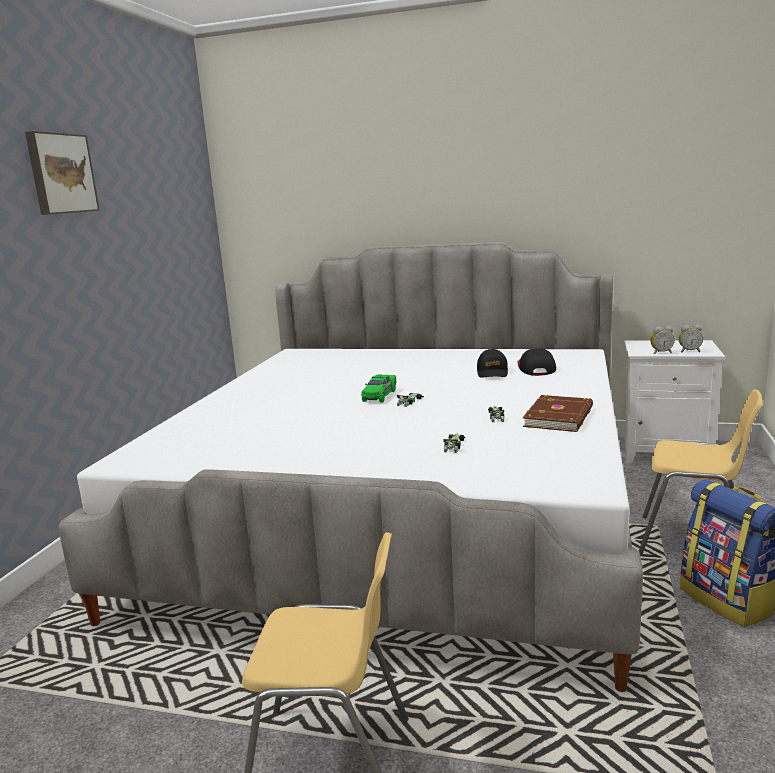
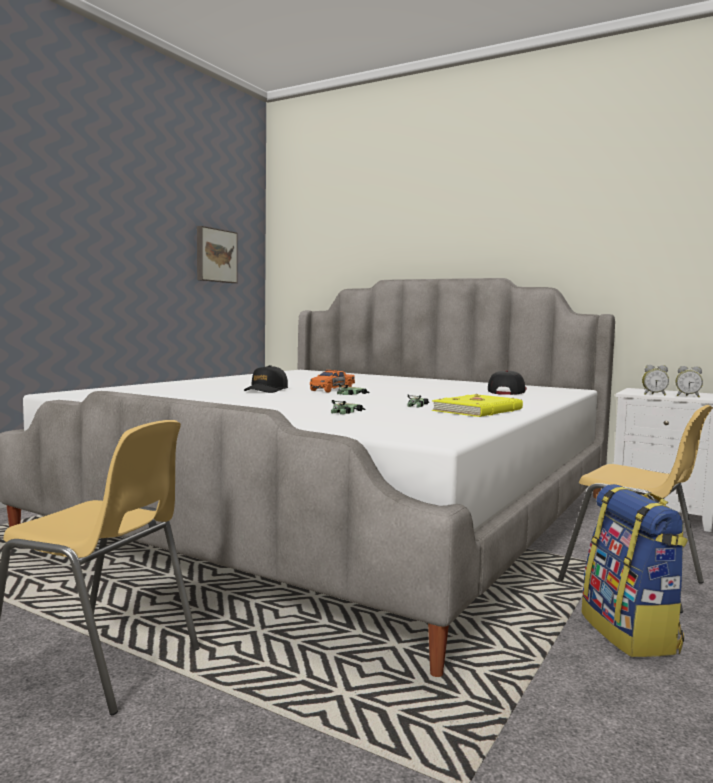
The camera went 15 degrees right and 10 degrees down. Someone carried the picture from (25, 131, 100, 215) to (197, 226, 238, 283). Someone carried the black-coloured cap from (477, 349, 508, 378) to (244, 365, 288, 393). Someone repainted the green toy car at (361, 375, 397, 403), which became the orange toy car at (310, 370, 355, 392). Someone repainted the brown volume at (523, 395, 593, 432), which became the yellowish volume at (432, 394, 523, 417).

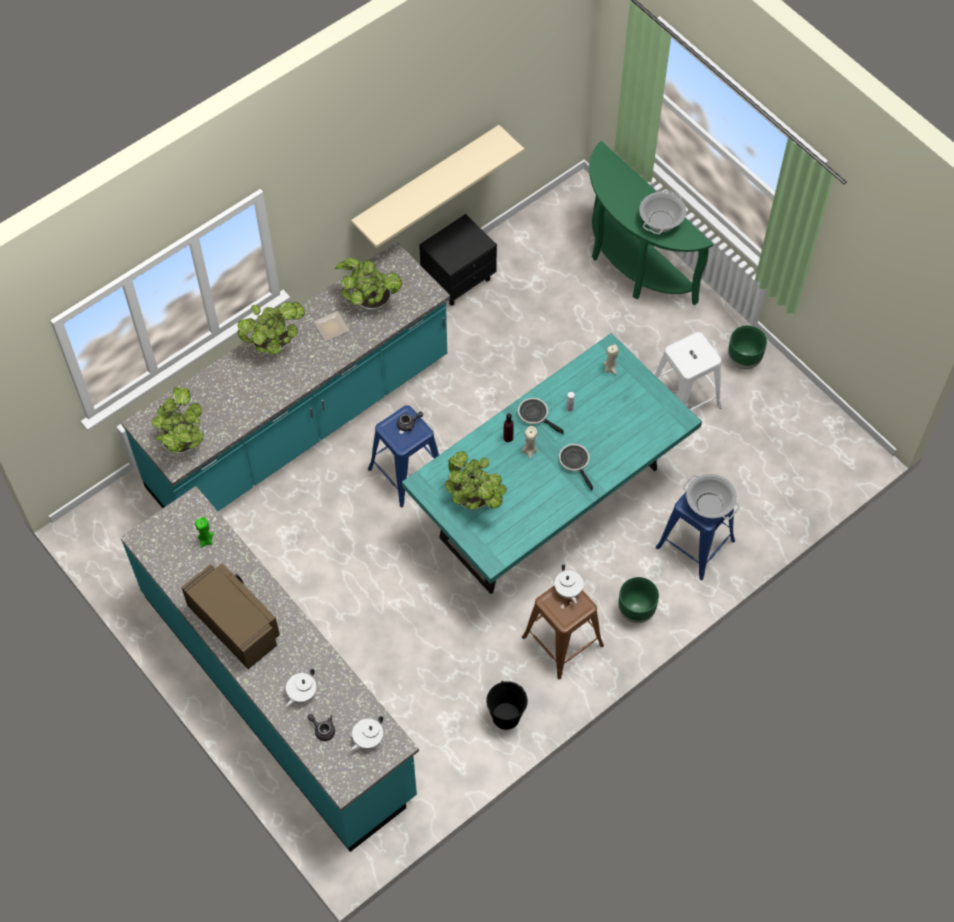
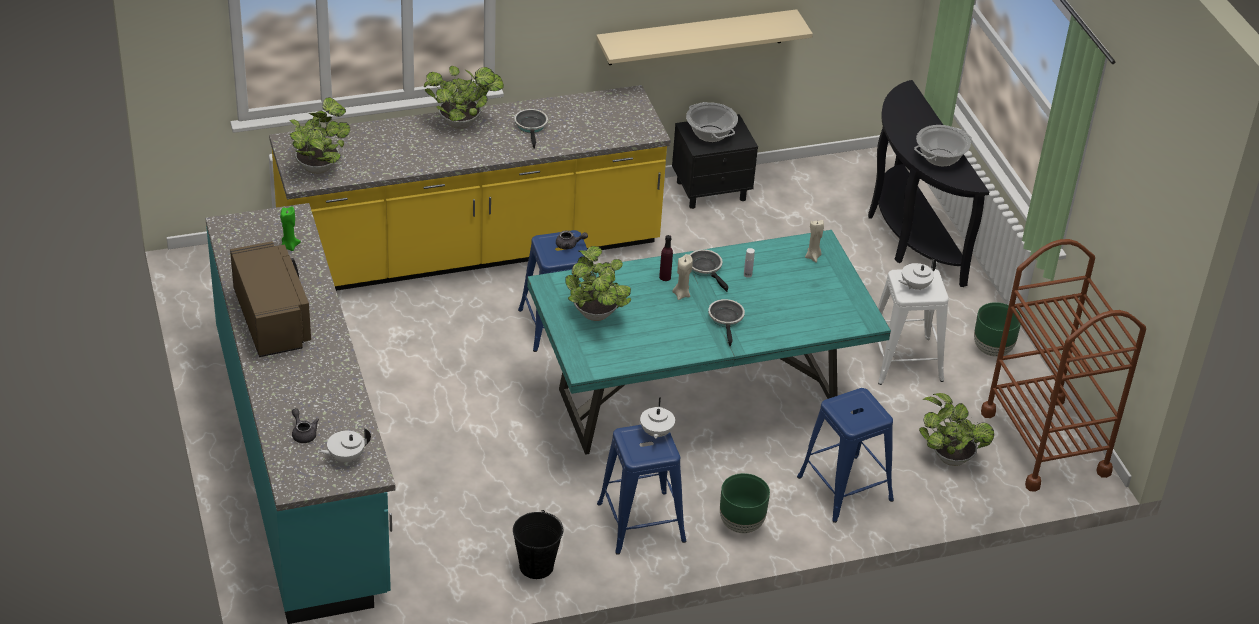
The camera went 20 degrees right and 20 degrees down. Someone put down the brown wheeled cart at (981, 239, 1146, 492). Someone carried the white-coloured teapot from (286, 669, 316, 706) to (898, 259, 936, 291). Someone carried the houseplant from (335, 257, 402, 310) to (919, 393, 994, 466). Someone carried the stockpot from (683, 474, 740, 520) to (686, 102, 738, 142). Someone swapped the plate at (314, 311, 350, 341) for the pan at (514, 109, 548, 149). Someone repainted the blue-green kitchen counter at (122, 242, 450, 511), which became the yellowish kitchen counter at (269, 85, 671, 291). Someone repainted the brown stool at (522, 585, 604, 679), which became the bluish stool at (597, 425, 686, 555). Someone repainted the green console table at (589, 141, 713, 305), which became the black-coloured console table at (868, 80, 989, 287).

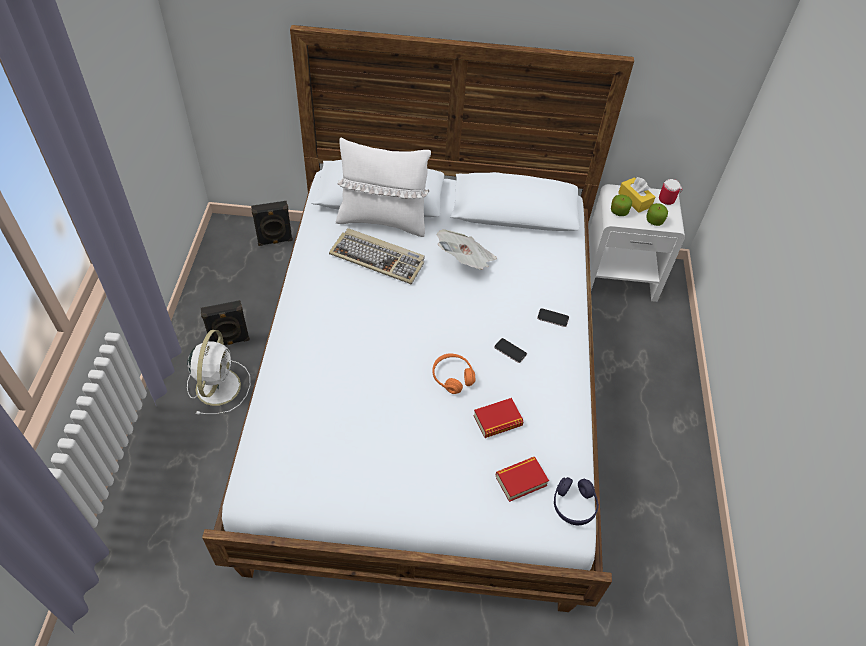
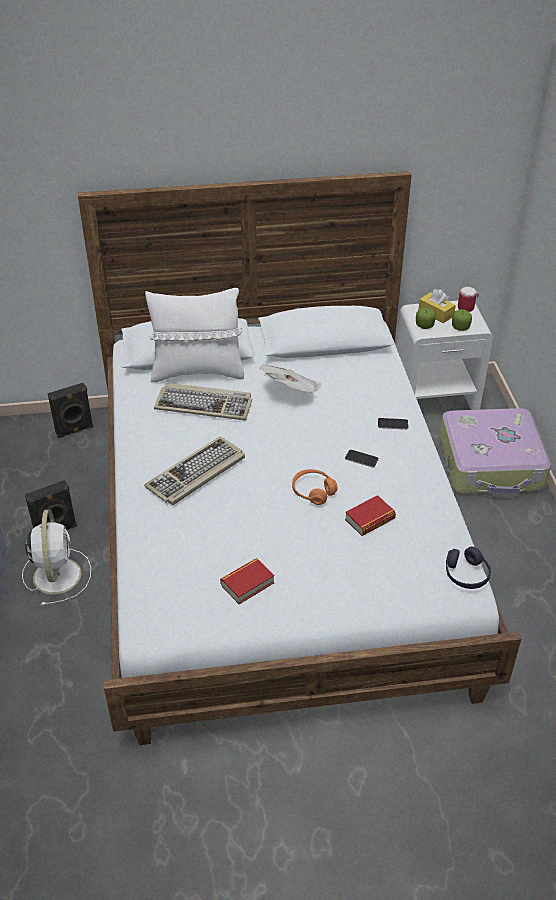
The camera went 10 degrees left and 10 degrees down. Someone put down the computer keyboard at (144, 436, 245, 505). Someone put down the travel case at (440, 408, 551, 494). Someone carried the volume from (495, 457, 549, 502) to (220, 558, 274, 604).

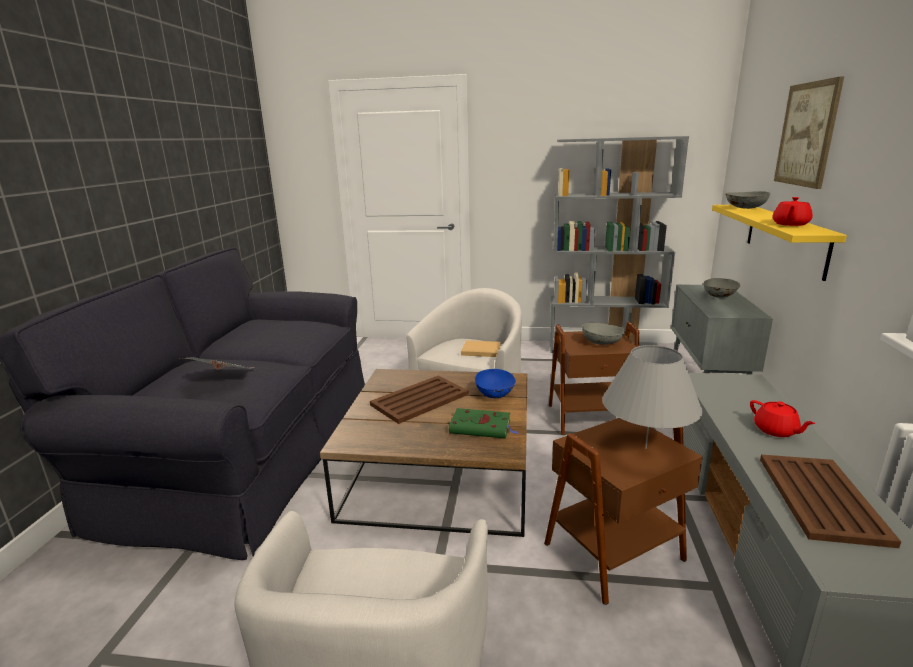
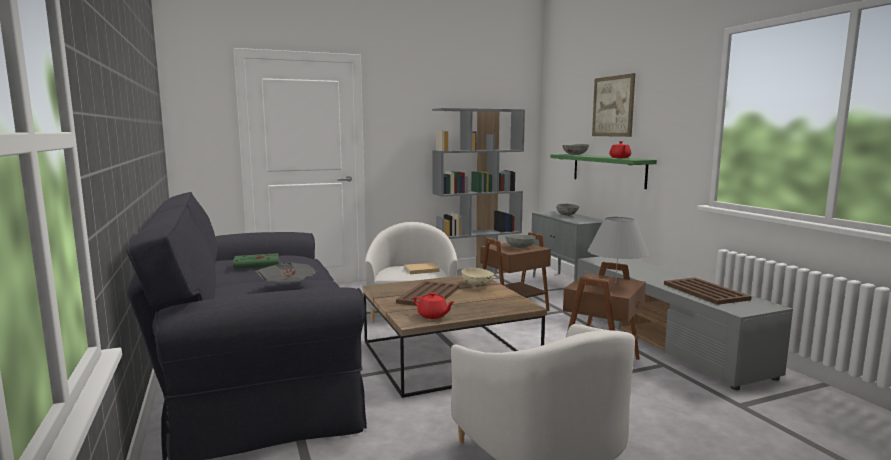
The camera went 30 degrees left and 10 degrees down. Someone carried the green volume from (449, 408, 519, 439) to (233, 253, 282, 269). Someone carried the reddish teapot from (750, 400, 815, 437) to (414, 292, 454, 319). Someone repainted the bluish serving bowl at (475, 369, 516, 398), which became the sand-coloured serving bowl at (462, 268, 494, 286). Someone repainted the yellowish shelf at (712, 205, 847, 281), which became the green shelf at (550, 154, 657, 189).

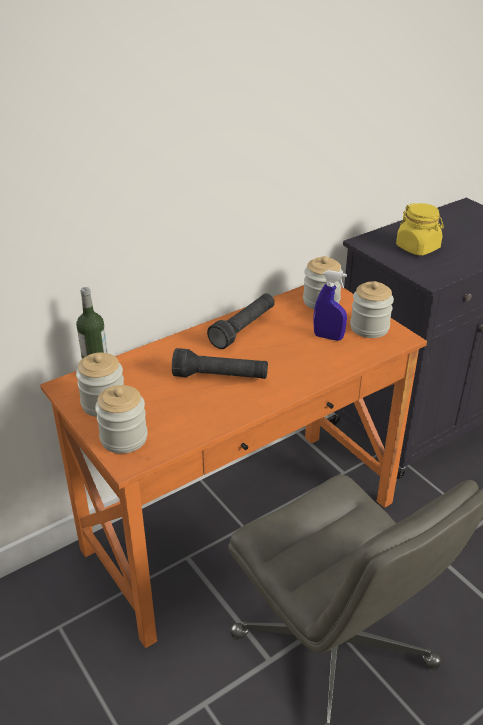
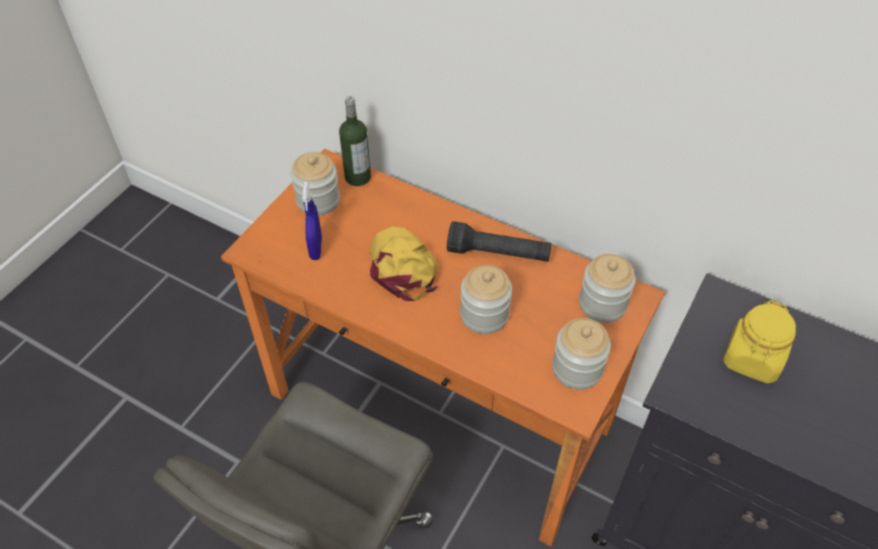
The camera went 65 degrees right and 15 degrees up. Someone carried the storage jar from (95, 385, 148, 454) to (460, 265, 512, 334). Someone carried the bluish spray bottle from (313, 270, 347, 341) to (302, 182, 322, 260). Someone swapped the black-coloured hand torch at (172, 348, 268, 379) for the yellowish cap at (370, 226, 438, 301).

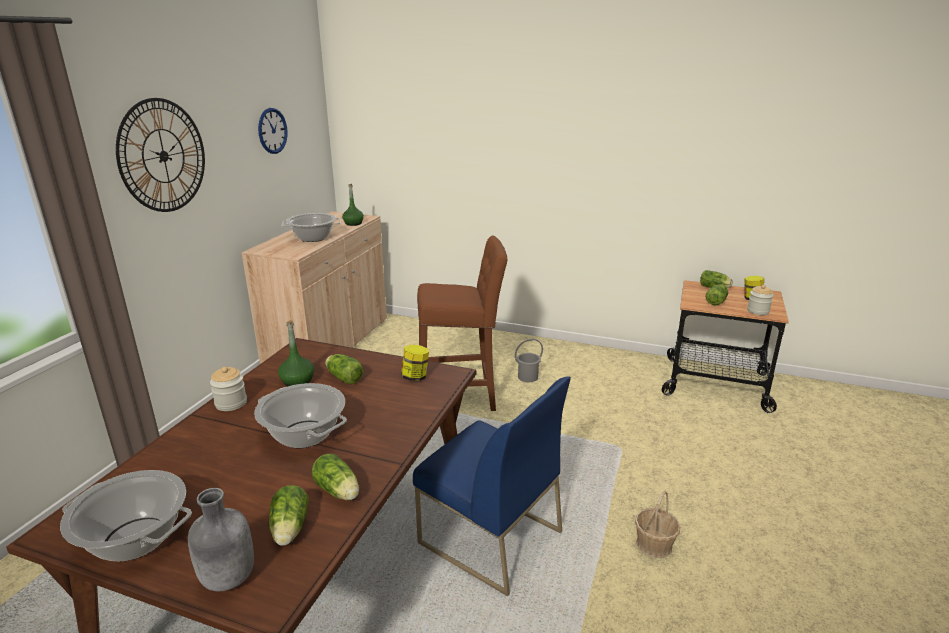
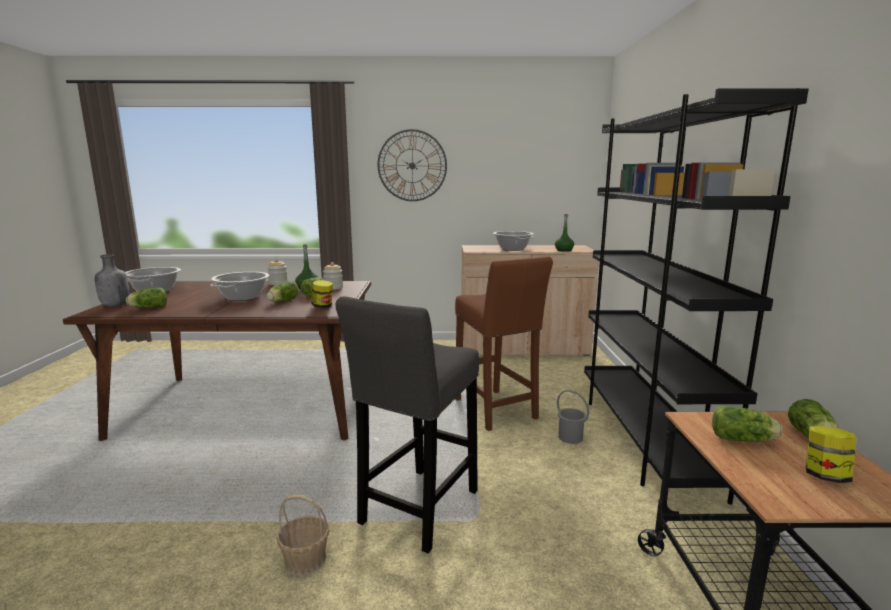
The camera went 70 degrees right and 10 degrees down. Someone took away the hanging clock at (258, 108, 288, 154). Someone took away the bluish plain chair at (413, 376, 571, 596). Someone put down the grey stool at (336, 296, 479, 553). Someone put down the black-coloured bookshelf at (584, 88, 809, 505). Someone carried the lettuce from (312, 454, 359, 500) to (267, 281, 298, 302). Someone carried the storage jar from (747, 285, 773, 315) to (323, 262, 343, 290).

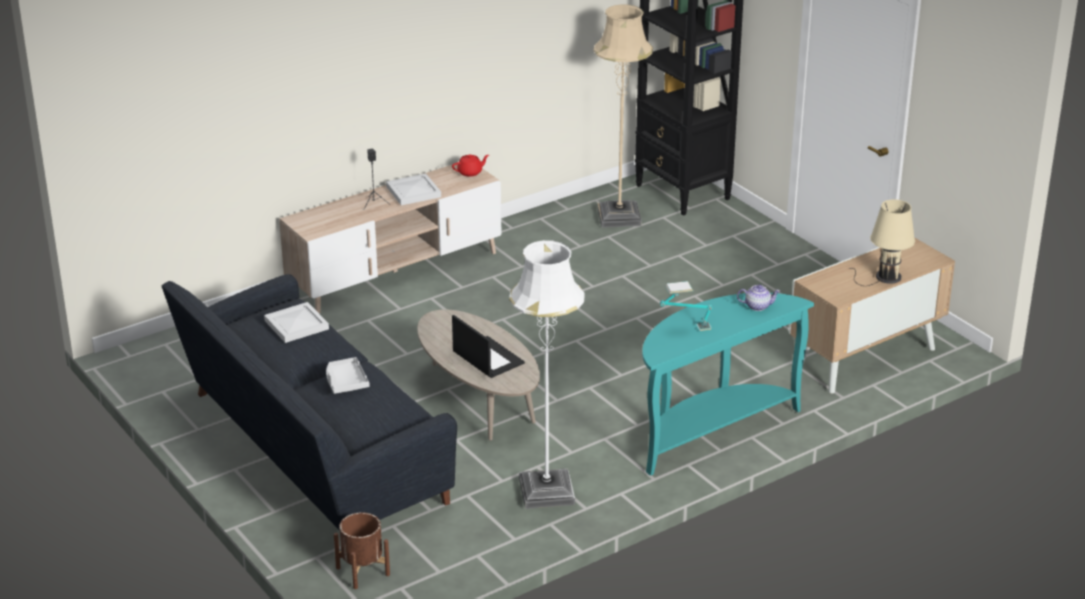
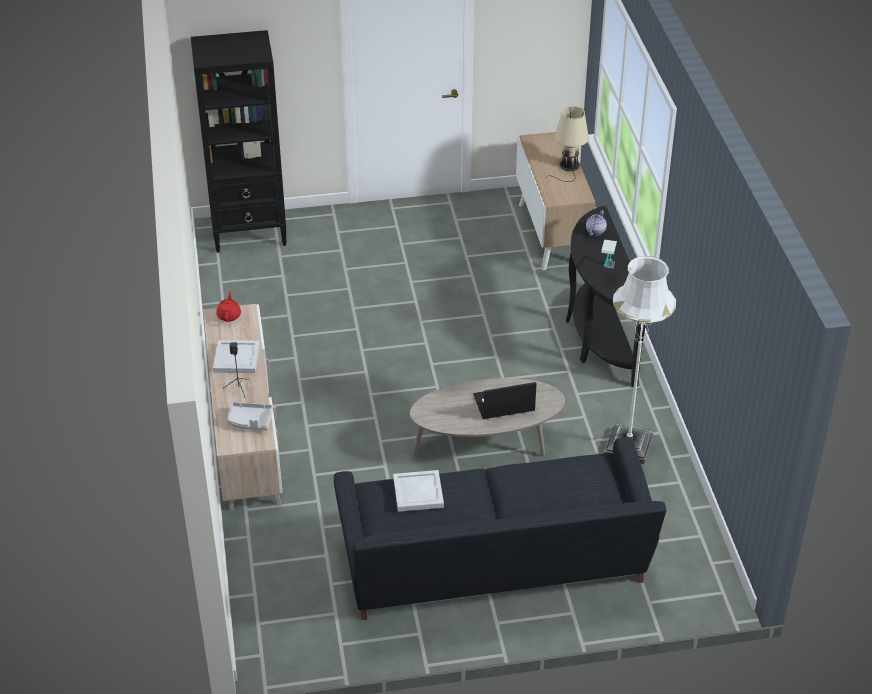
The camera went 65 degrees left and 10 degrees up. Someone took away the brown planter at (334, 513, 390, 589). Someone took away the sand-coloured standard lamp at (594, 4, 653, 228). Someone carried the grey tray from (326, 357, 370, 394) to (227, 402, 273, 431). Someone repainted the blue-green console table at (642, 293, 814, 476), which became the black-coloured console table at (566, 206, 646, 387).

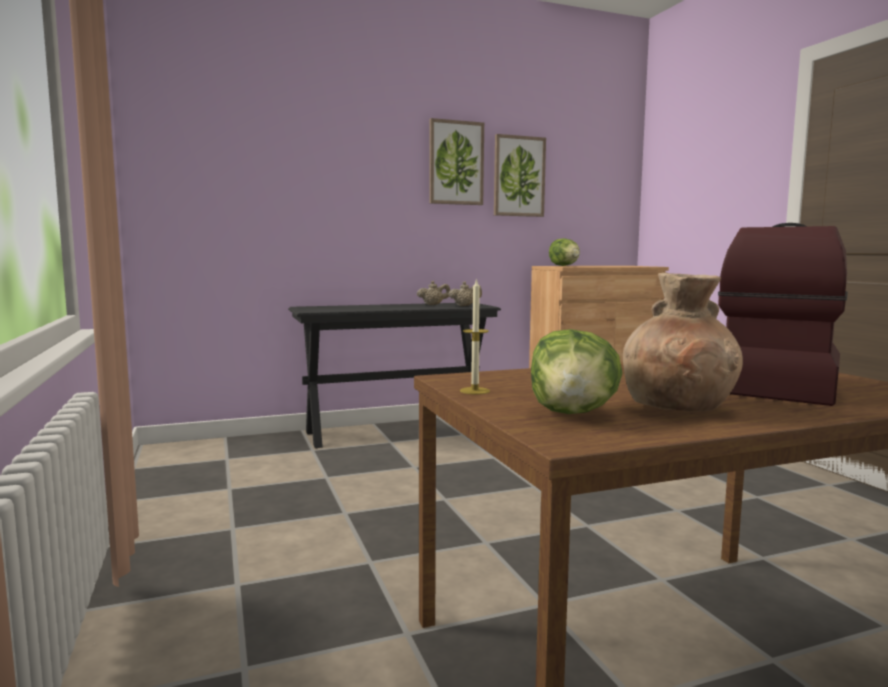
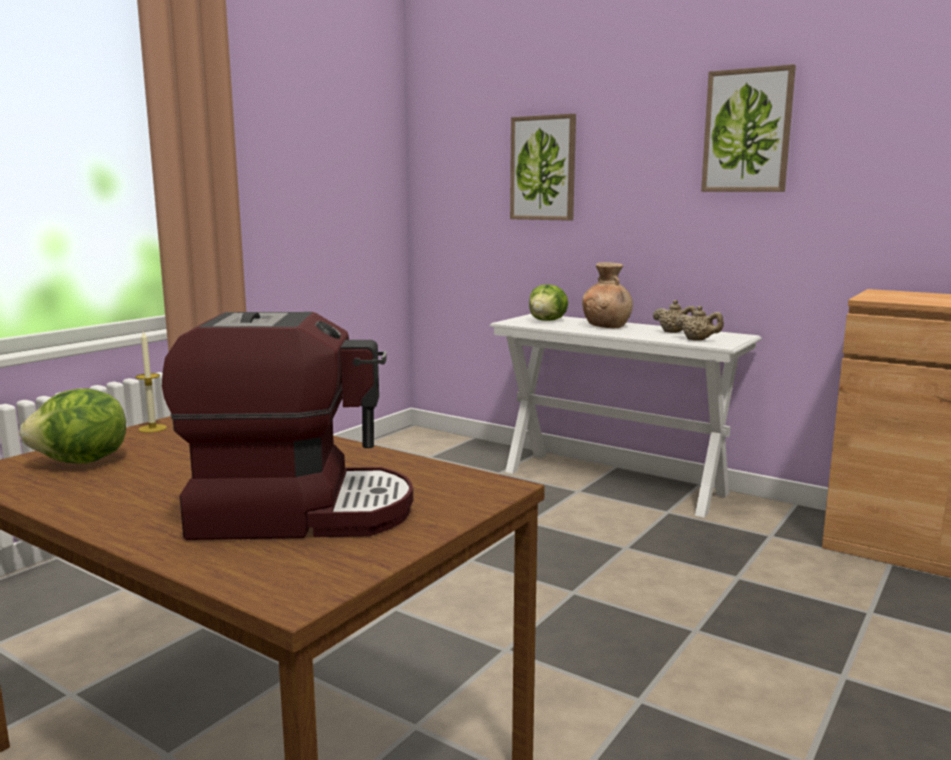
The camera went 55 degrees right and 5 degrees up. Someone carried the picture from (494, 134, 546, 217) to (510, 114, 576, 221). Someone carried the lettuce from (549, 238, 580, 266) to (529, 284, 568, 321). Someone carried the brown decorative vase from (623, 272, 743, 412) to (582, 262, 633, 328). Someone repainted the black-coloured console table at (288, 303, 501, 448), which became the white-coloured console table at (490, 314, 762, 518).

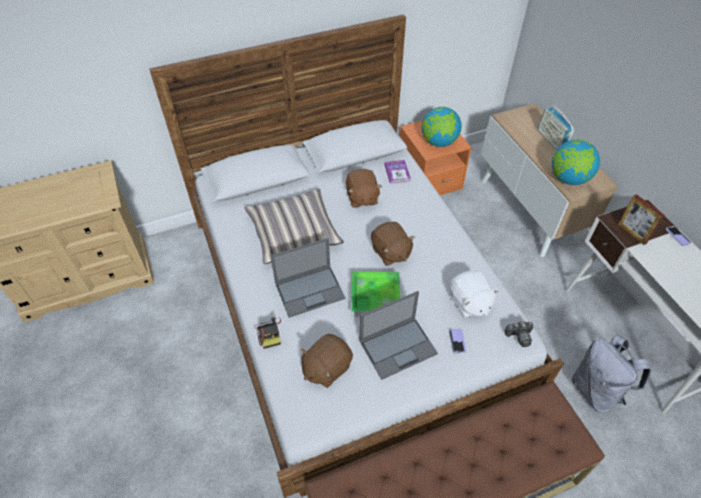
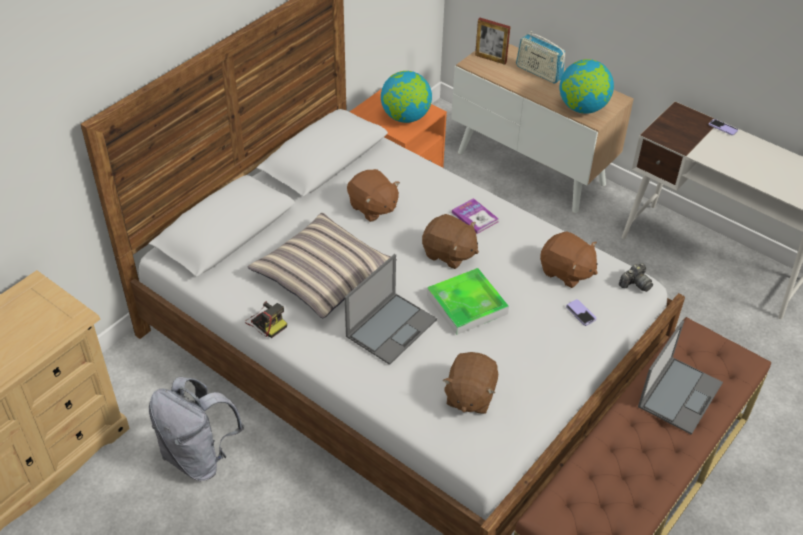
The camera went 30 degrees left and 5 degrees down. Someone carried the photo camera from (255, 317, 281, 349) to (245, 301, 287, 338). Someone carried the laptop from (359, 291, 438, 380) to (638, 320, 723, 435). Someone carried the volume from (384, 160, 411, 183) to (452, 198, 499, 234). Someone carried the grey rucksack from (572, 334, 651, 413) to (149, 377, 244, 481). Someone carried the photo frame from (618, 194, 664, 245) to (475, 18, 511, 65). Someone repainted the white-coloured plush toy at (450, 271, 499, 318), which became the brown plush toy at (540, 232, 598, 288).

